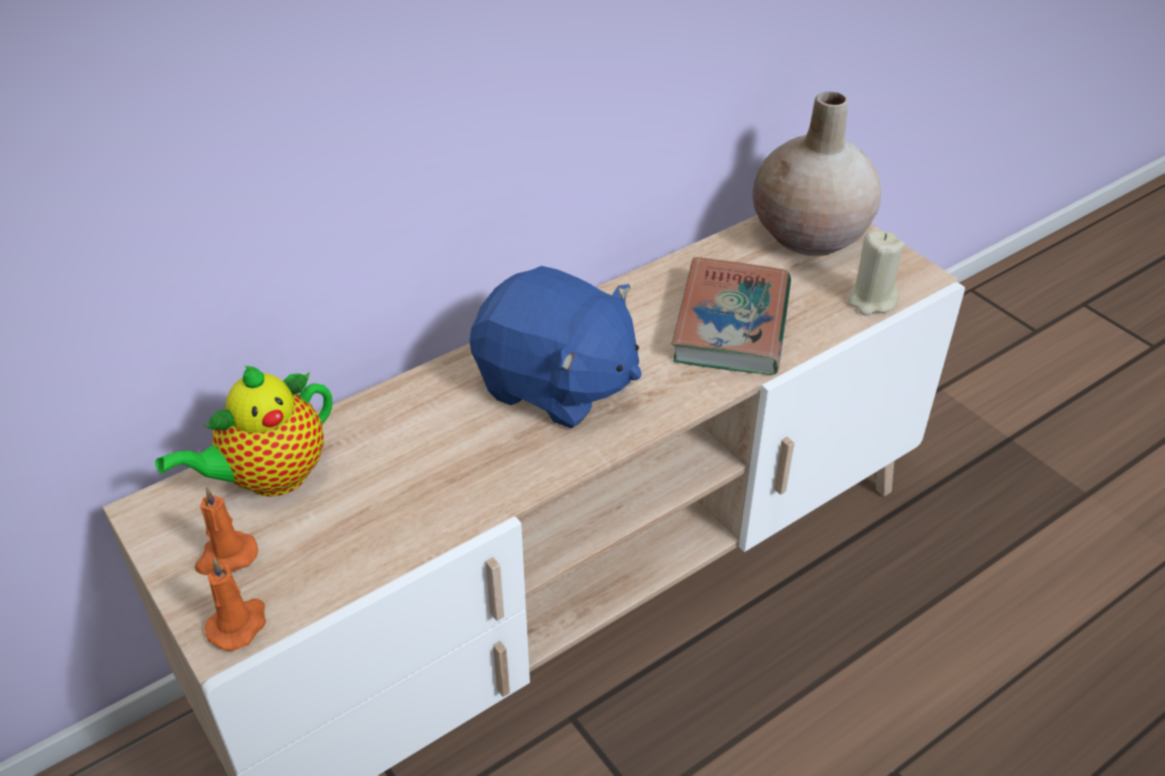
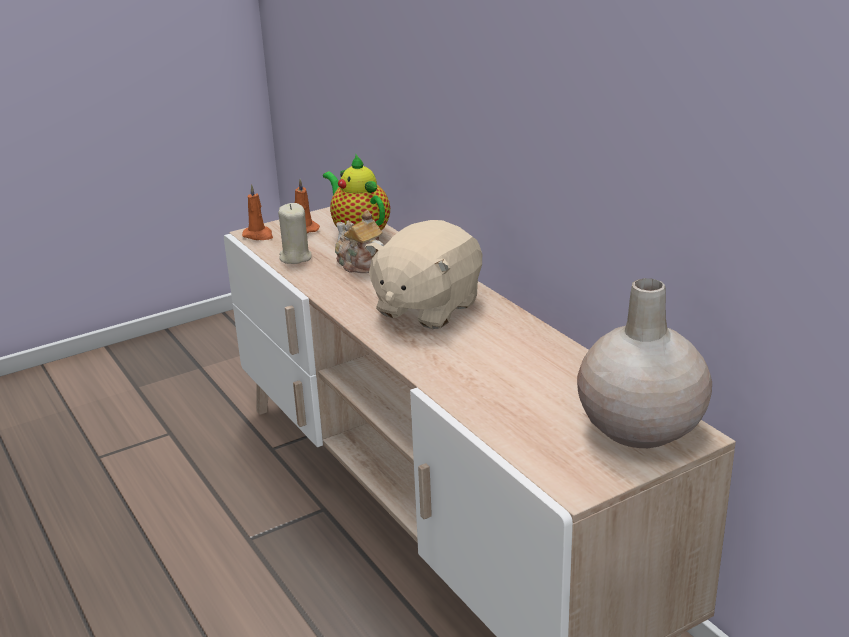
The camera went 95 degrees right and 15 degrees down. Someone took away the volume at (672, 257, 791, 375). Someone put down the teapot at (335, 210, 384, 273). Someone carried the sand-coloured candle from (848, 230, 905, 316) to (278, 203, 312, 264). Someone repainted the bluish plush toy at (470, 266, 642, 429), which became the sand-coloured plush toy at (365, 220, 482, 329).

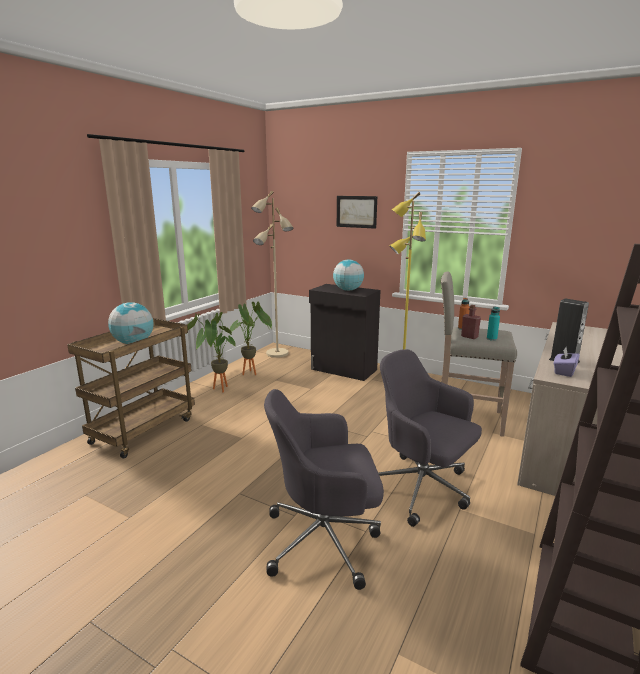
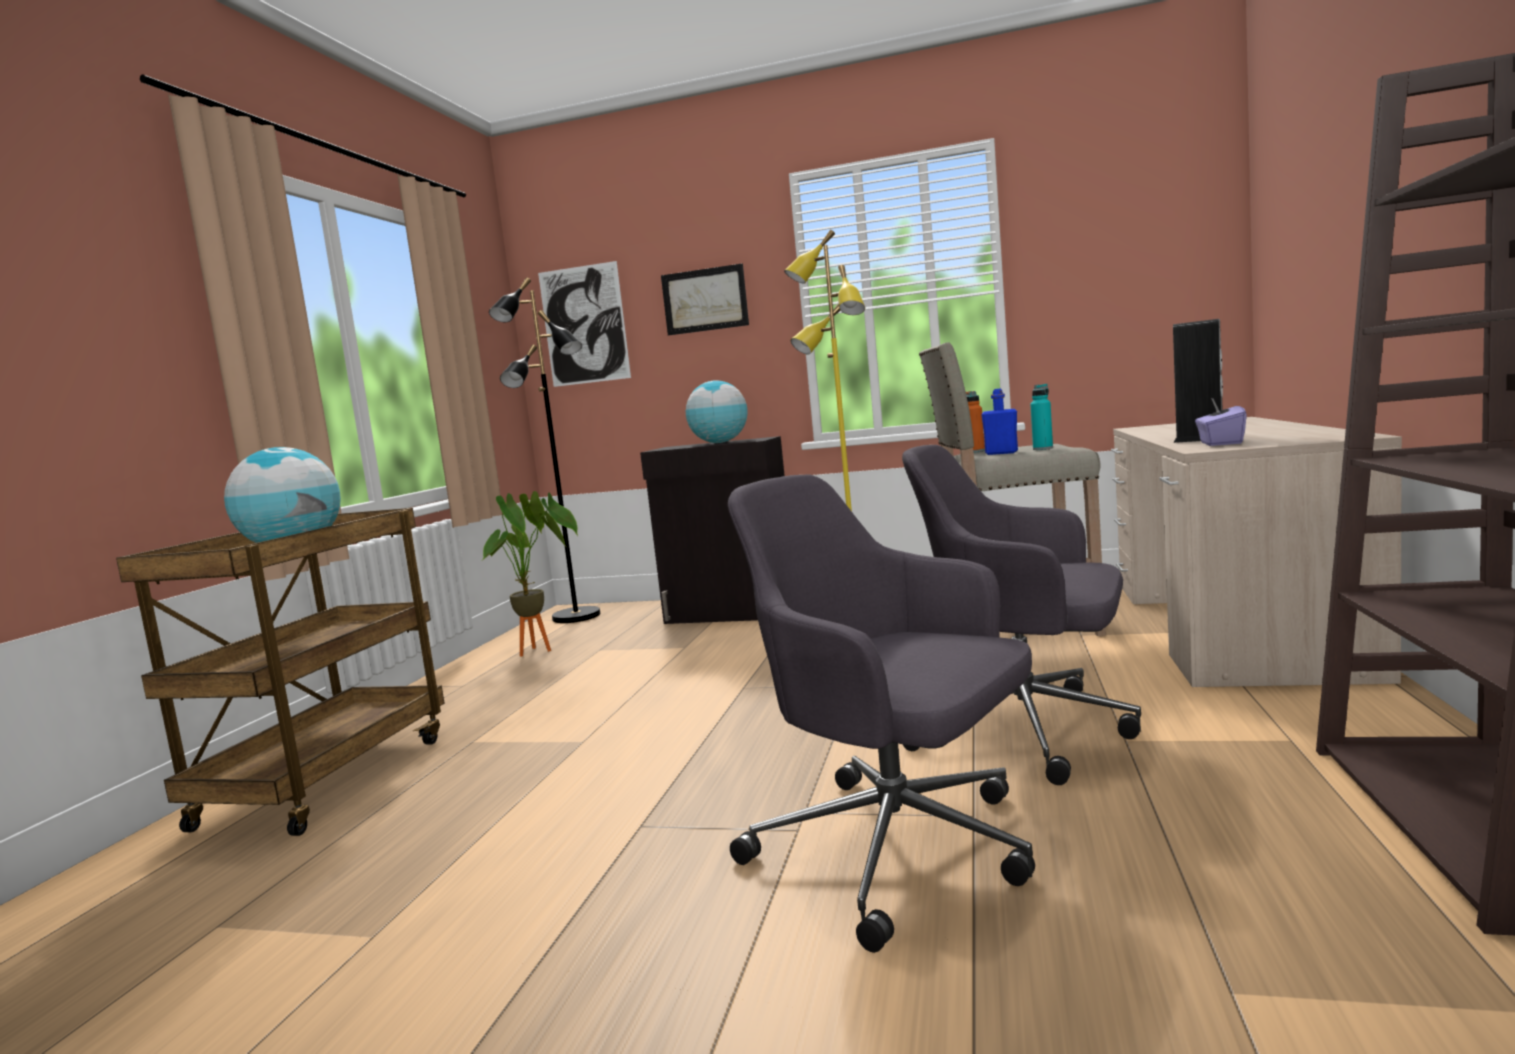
The camera went 15 degrees left and 10 degrees down. Someone took away the houseplant at (186, 312, 236, 392). Someone put up the picture at (538, 261, 631, 387). Someone repainted the sand-coloured standard lamp at (251, 191, 294, 358), which became the black-coloured standard lamp at (489, 277, 600, 623). Someone repainted the reddish bottle at (461, 305, 481, 339), which became the bluish bottle at (981, 388, 1018, 455). Someone rotated the grey office chair at (264, 389, 384, 590) by 60 degrees clockwise.

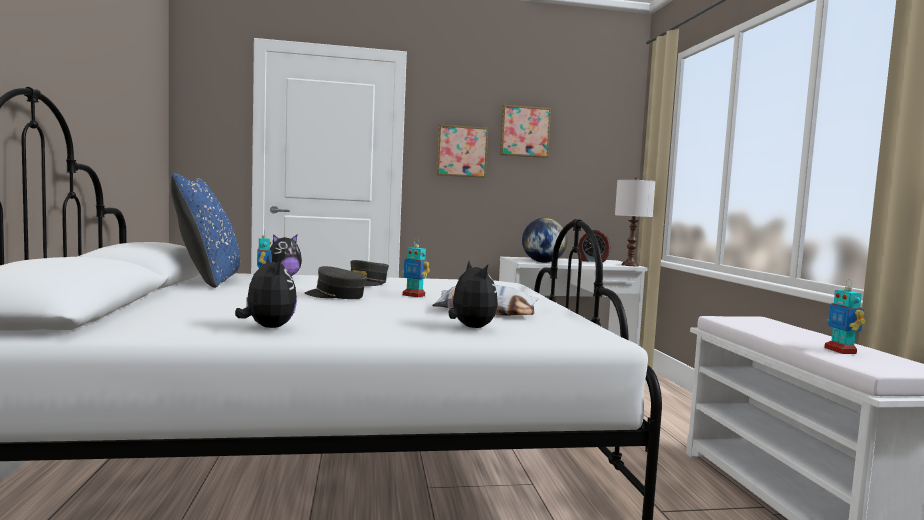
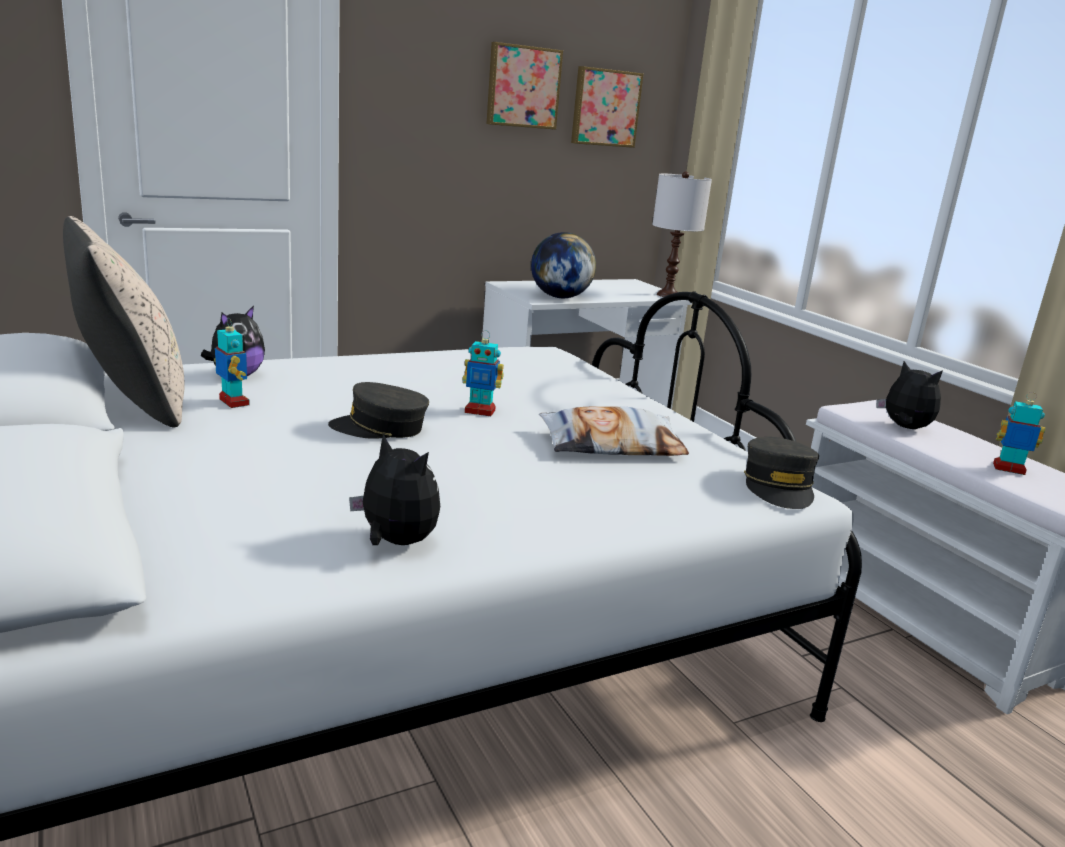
The camera went 20 degrees left and 15 degrees up. Someone took away the table clock at (578, 230, 610, 263). Someone carried the grey cap from (350, 260, 389, 286) to (744, 437, 819, 509). Someone carried the picture from (437, 125, 488, 178) to (571, 66, 644, 148). Someone carried the plush toy from (447, 261, 498, 328) to (877, 361, 943, 429). Someone repainted the bluish pillow at (170, 173, 240, 288), which became the sand-coloured pillow at (63, 216, 185, 427). Someone rotated the model robot at (825, 280, 865, 354) by 135 degrees clockwise.

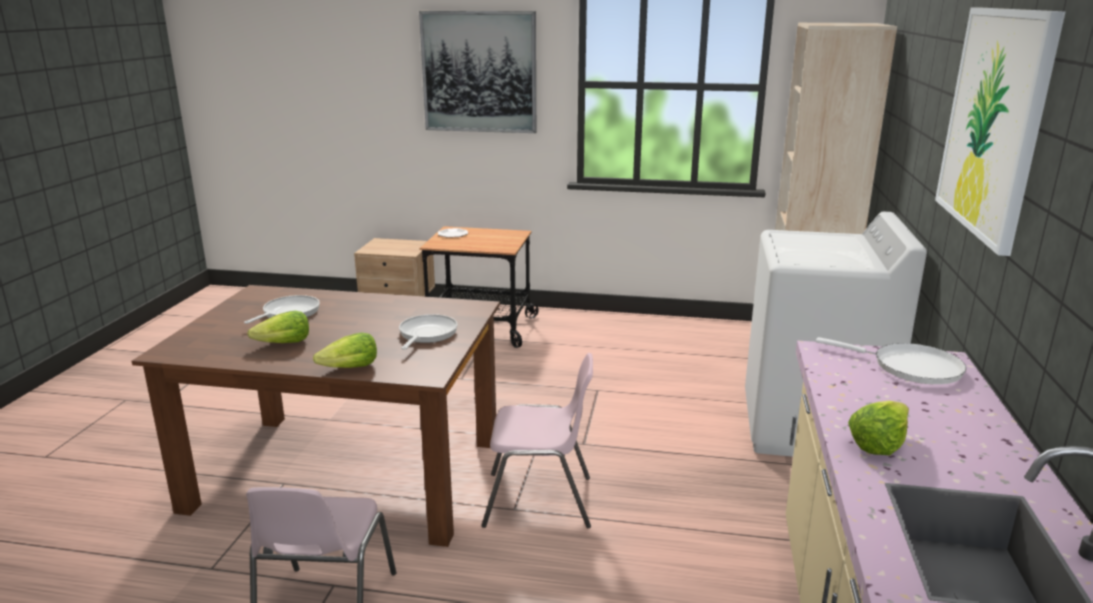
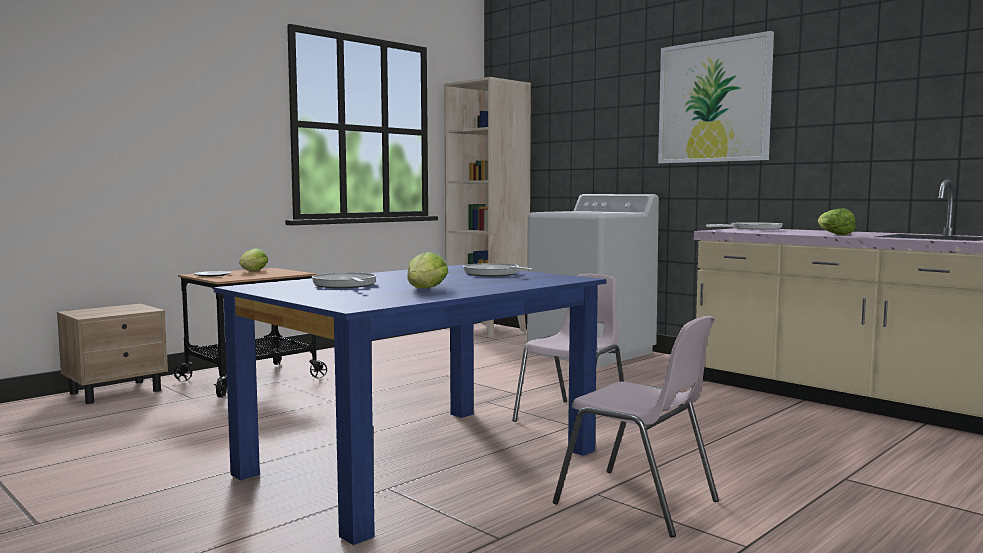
The camera went 55 degrees left and 15 degrees down. Someone took away the picture at (419, 11, 536, 133). Someone carried the lettuce from (313, 333, 377, 368) to (239, 248, 268, 271). Someone repainted the brown dining table at (131, 285, 500, 547), which became the bluish dining table at (214, 265, 606, 545).

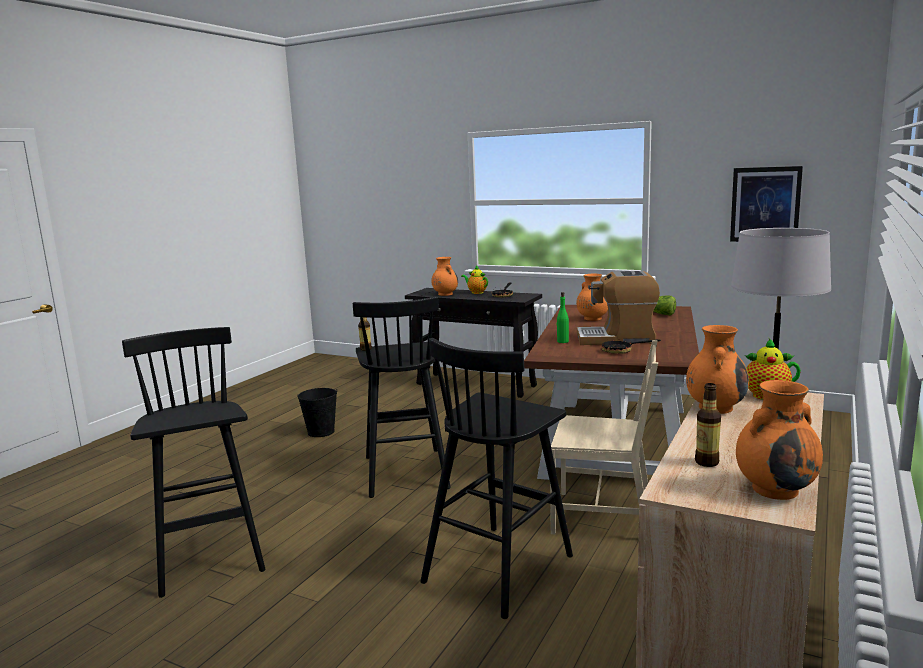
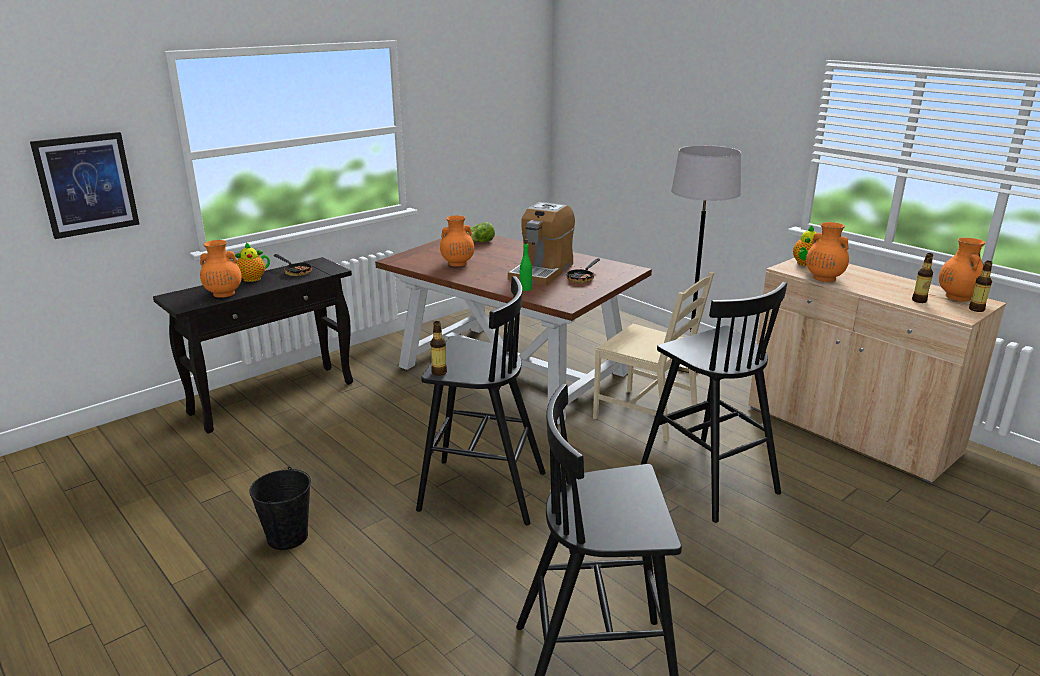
The camera went 70 degrees left and 10 degrees up. Someone put down the bottle at (969, 261, 993, 312). Someone carried the picture from (730, 166, 803, 242) to (30, 132, 139, 239). Someone rotated the sand-coloured plain chair at (550, 340, 658, 535) by 90 degrees clockwise.

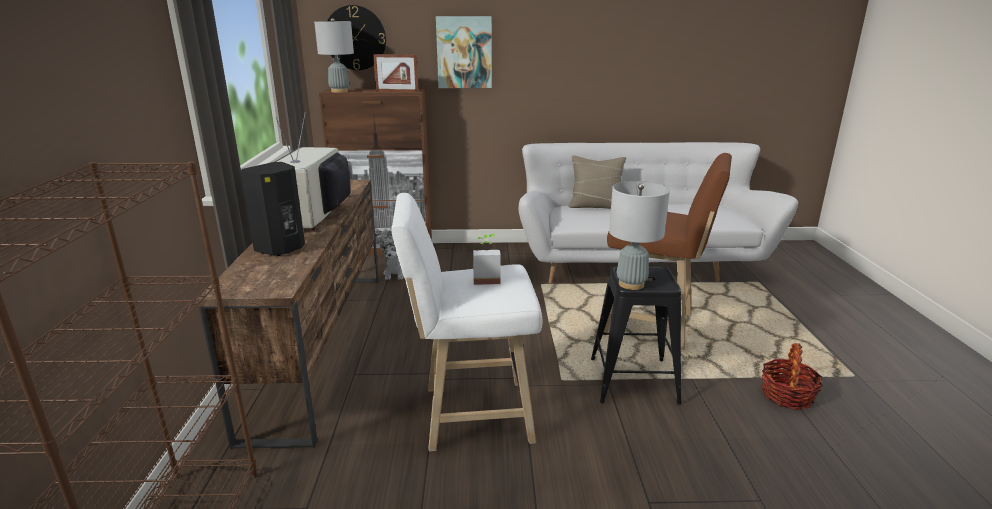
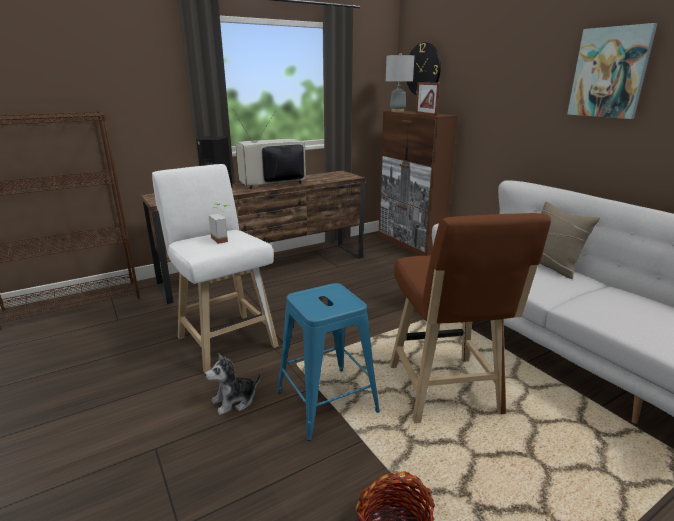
The camera went 60 degrees right and 0 degrees up. Someone took away the grey tabletop lamp at (609, 181, 670, 290). Someone carried the plush toy from (380, 241, 404, 280) to (205, 353, 261, 415). Someone carried the picture from (436, 16, 492, 88) to (567, 23, 657, 119). Someone repainted the black-coloured stool at (591, 266, 682, 405), which became the bluish stool at (277, 283, 380, 441).

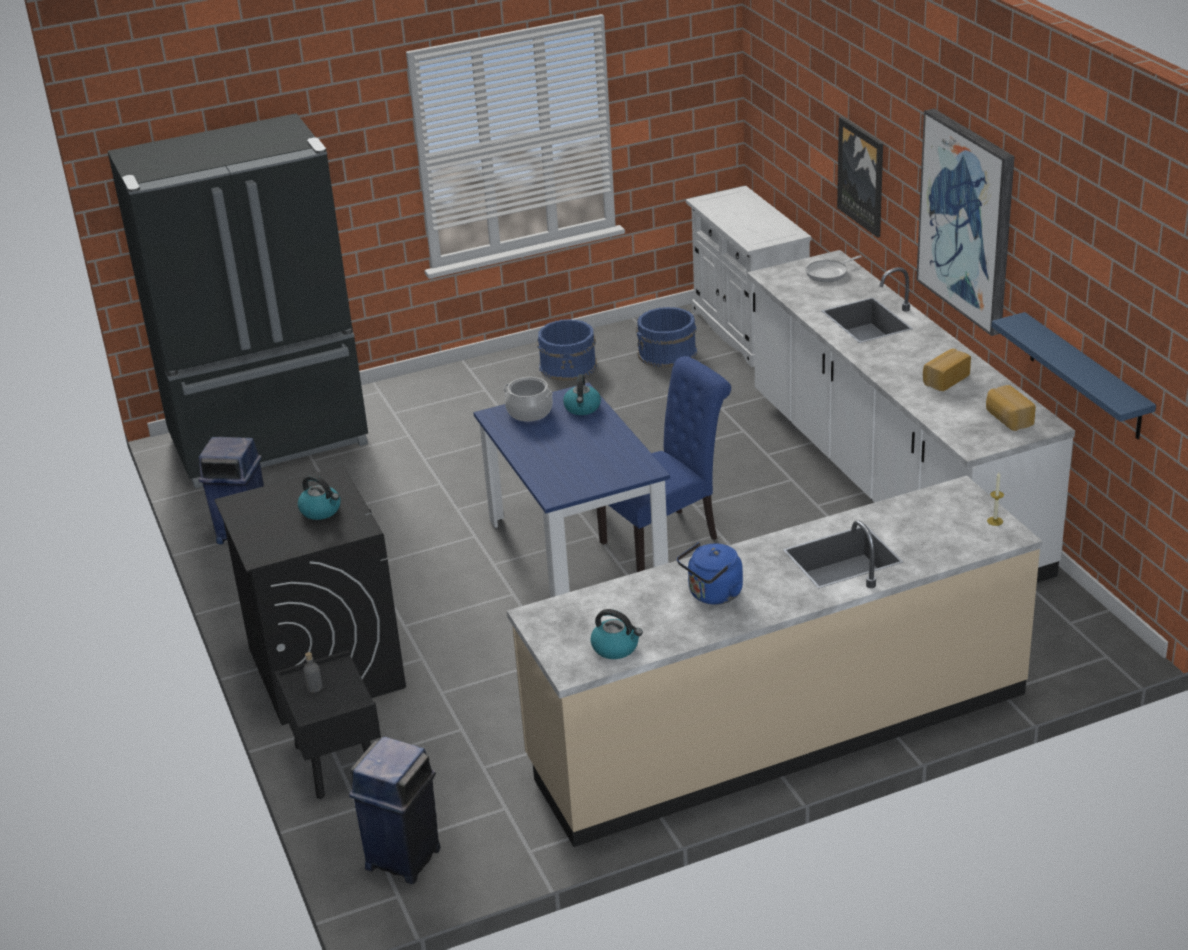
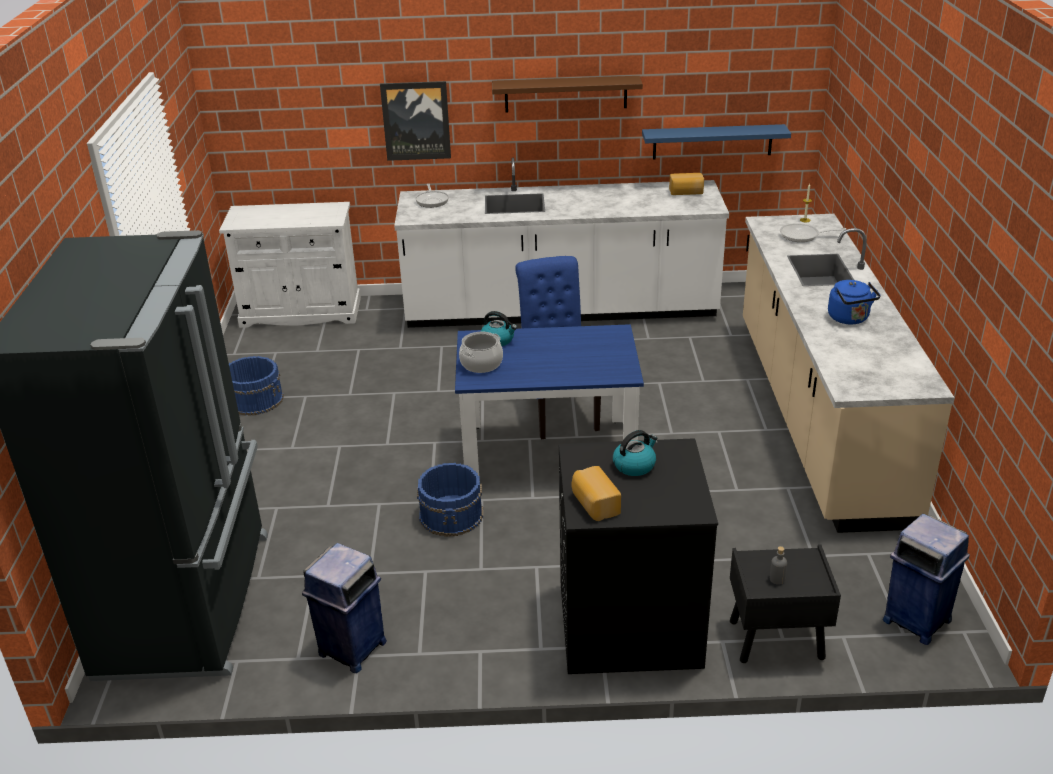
The camera went 70 degrees left and 0 degrees up. Someone took away the tea kettle at (590, 609, 643, 659). Someone put down the pan at (780, 223, 846, 242). Someone carried the bluish bucket from (636, 307, 697, 368) to (417, 463, 483, 537). Someone carried the bakery bread from (923, 349, 971, 391) to (571, 466, 621, 521). Someone swapped the picture at (916, 109, 1015, 336) for the brown shelf at (492, 76, 643, 113).

